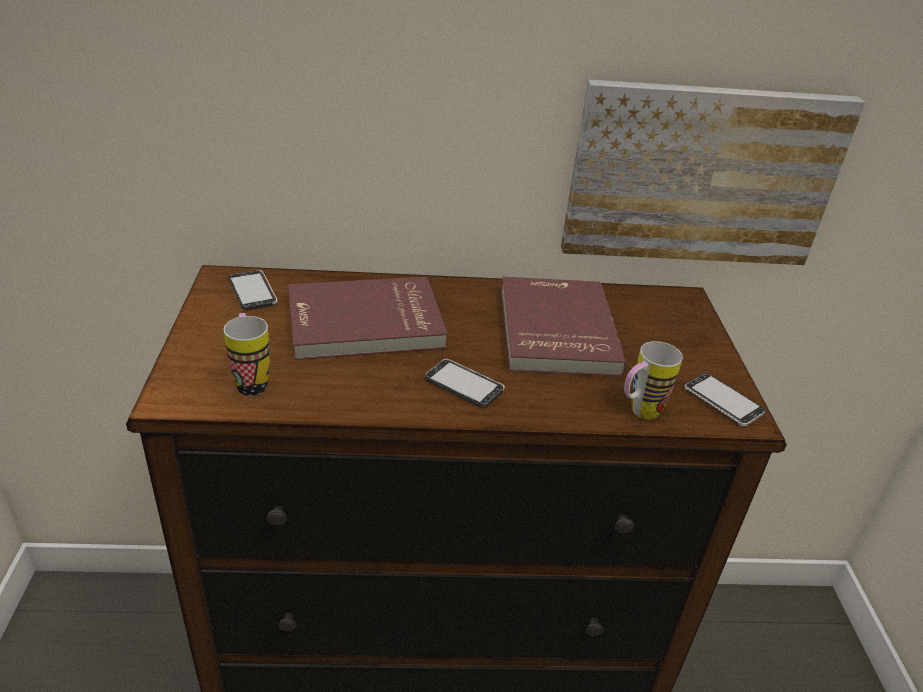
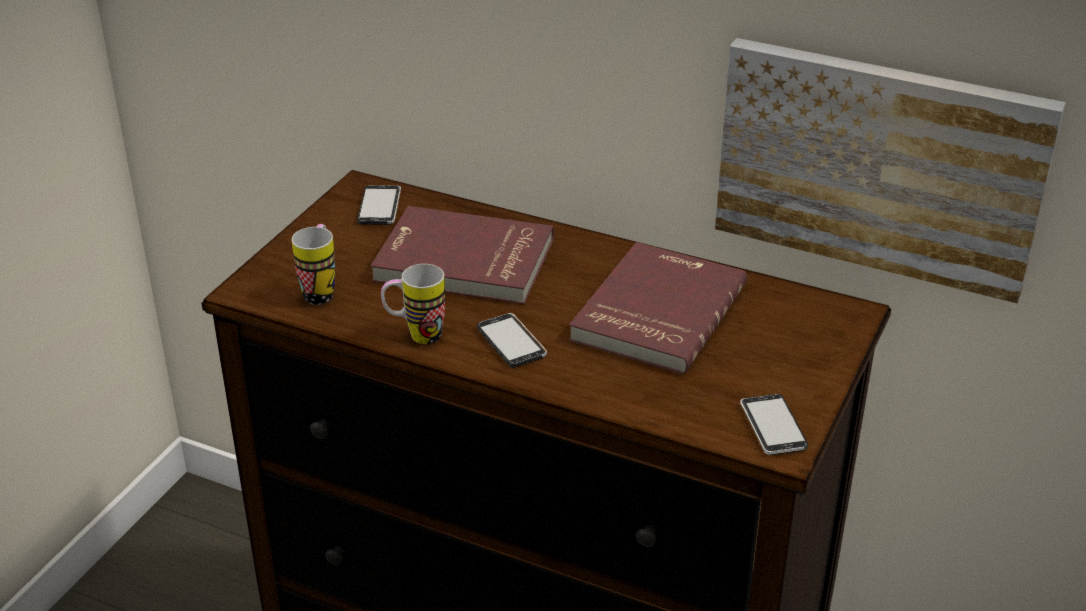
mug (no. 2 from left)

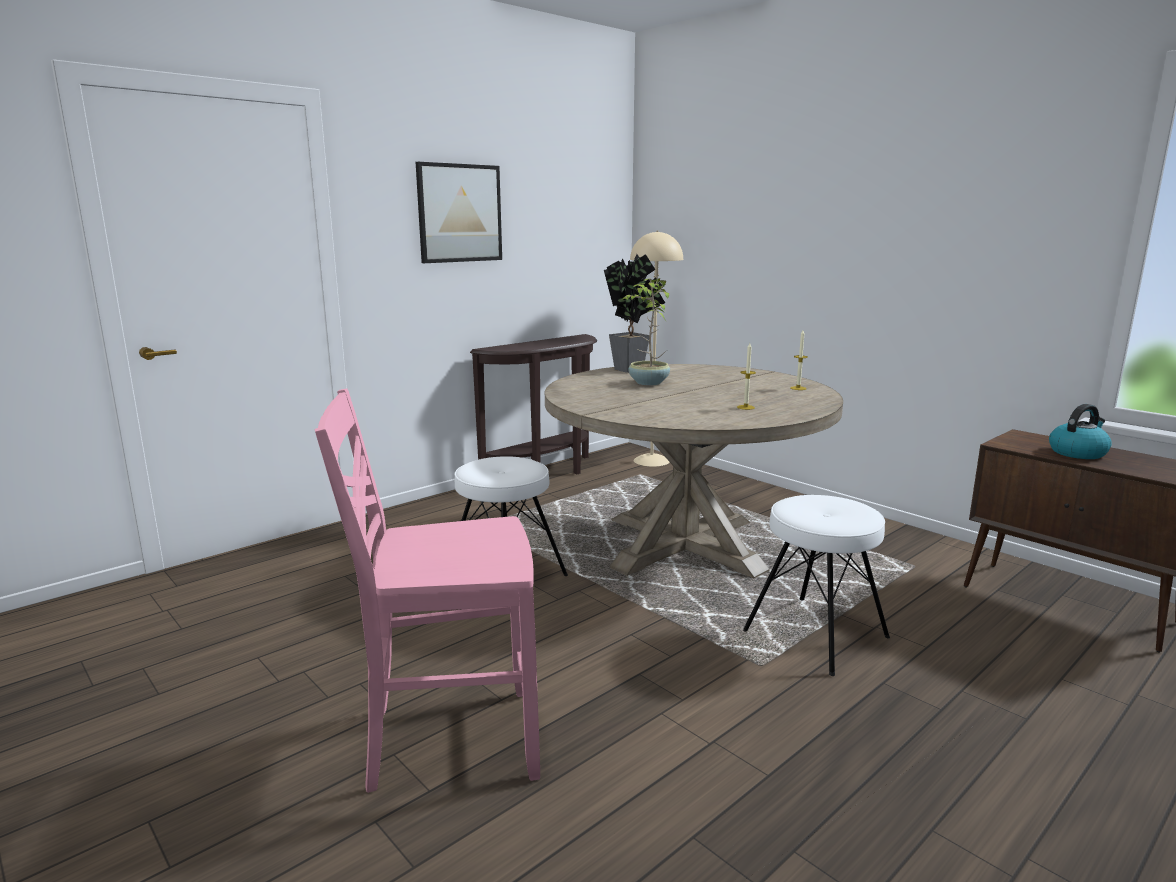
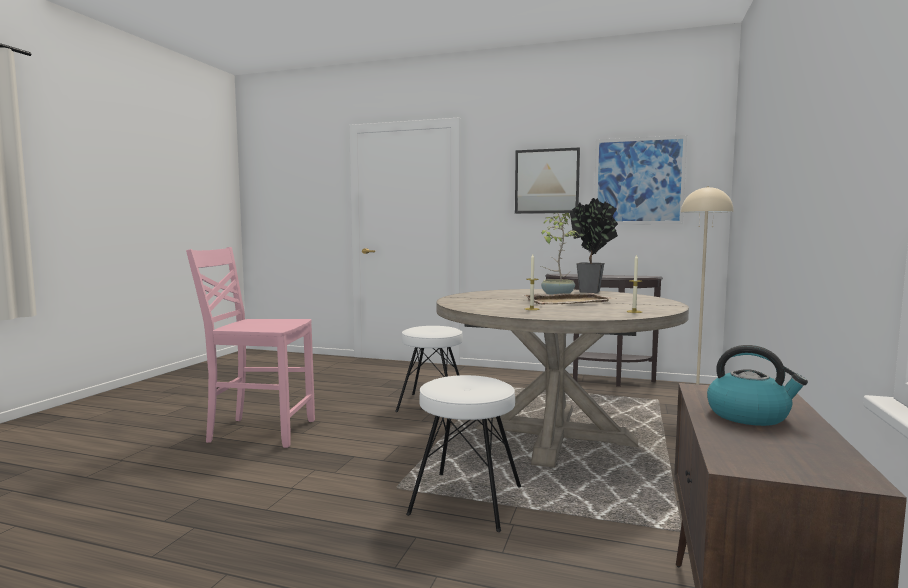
chair in pink
tray in beige
picture (no. 2 from left)

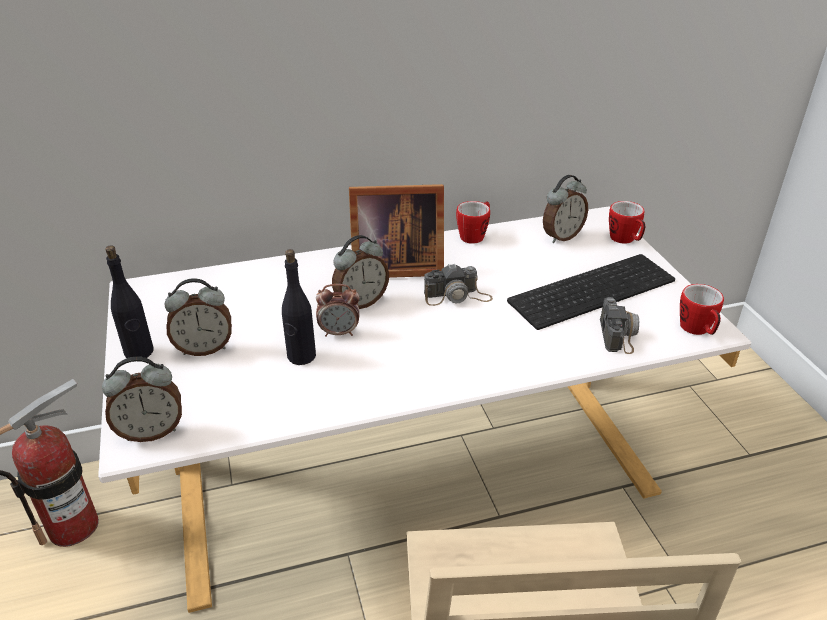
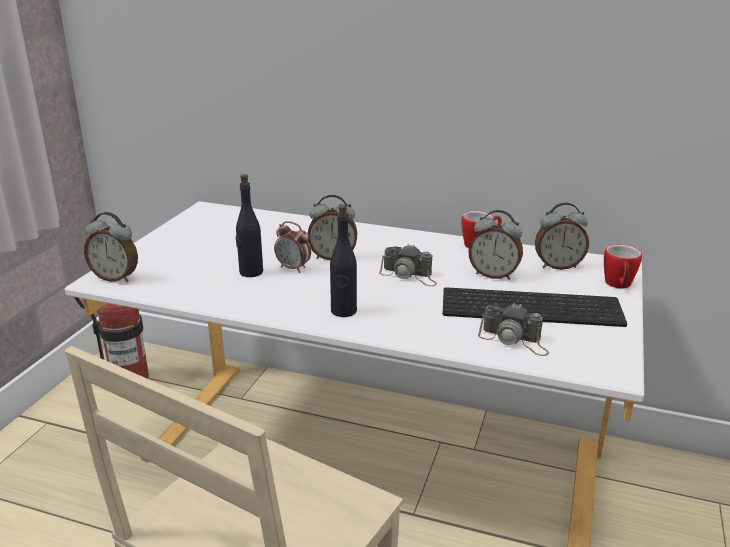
bottle in black (no. 2 from left)
alarm clock (no. 4 from left)
photo camera (no. 2 from left)
picture frame
mug (no. 3 from left in the first image)

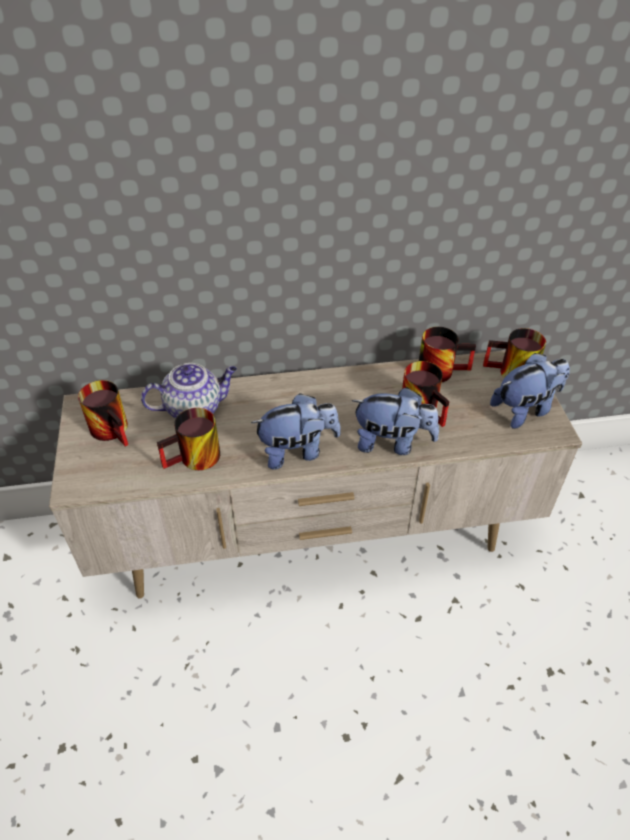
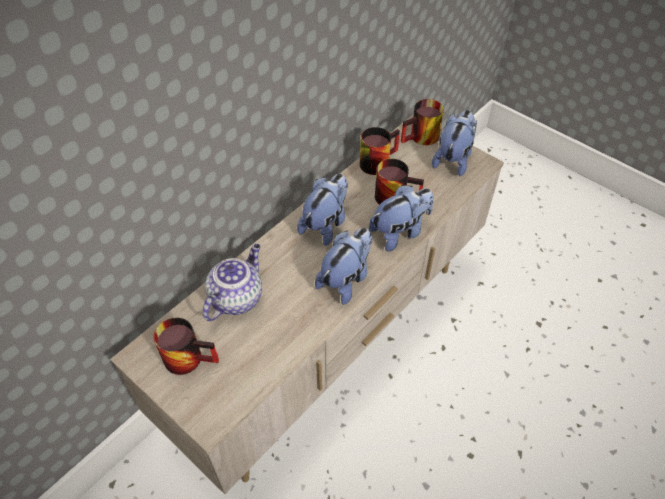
plush toy (no. 1 from left)
mug (no. 2 from left in the first image)

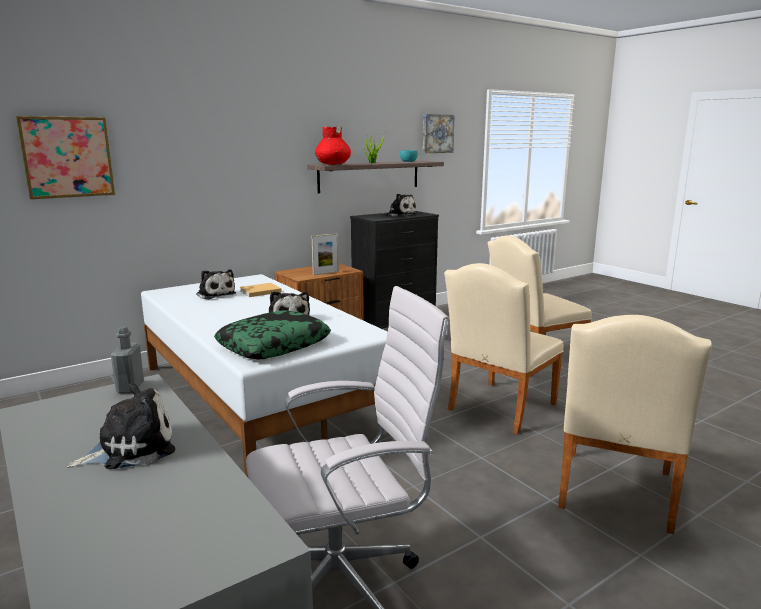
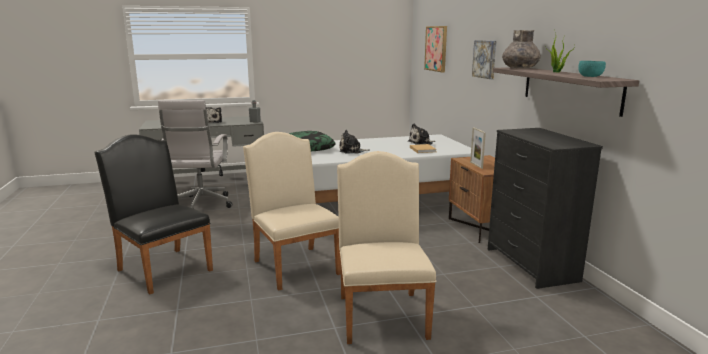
chair in black
picture (no. 2 from left)
vase in grey
plush toy (no. 4 from left in the first image)

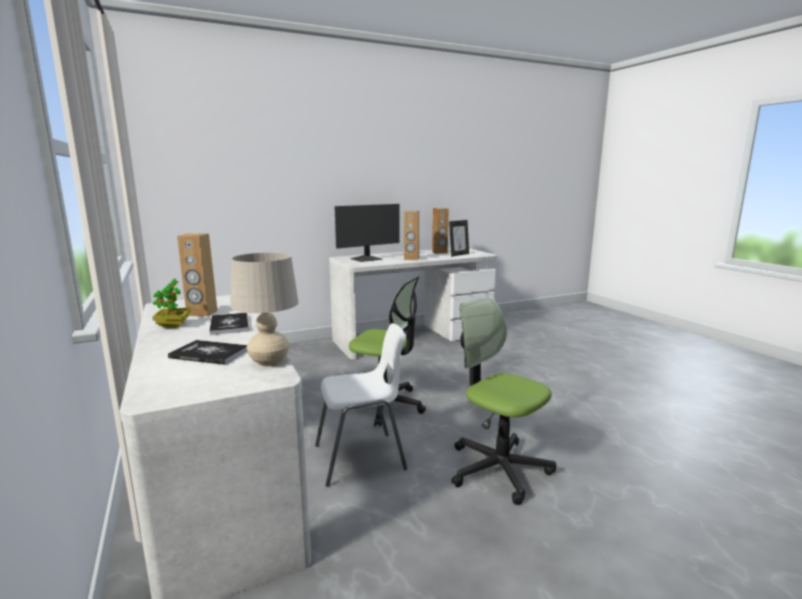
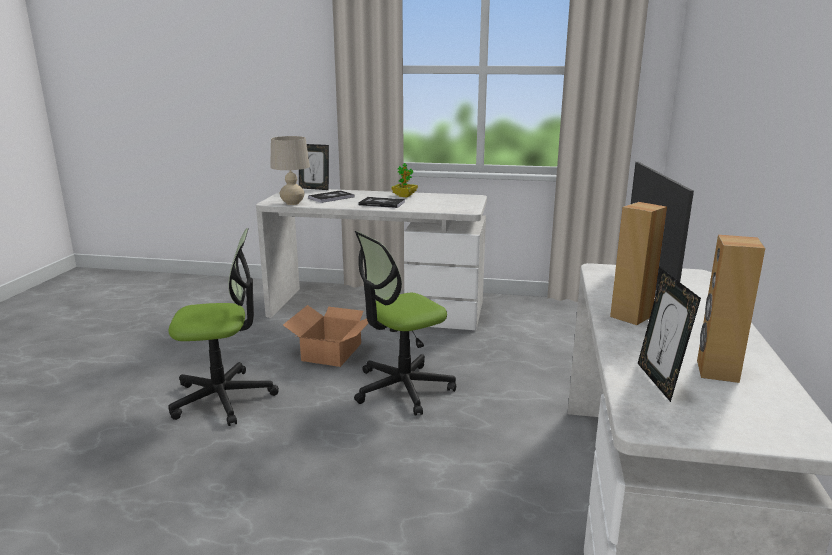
cardboard box
picture frame (no. 1 from left)
speaker in brown (no. 1 from left in the first image)

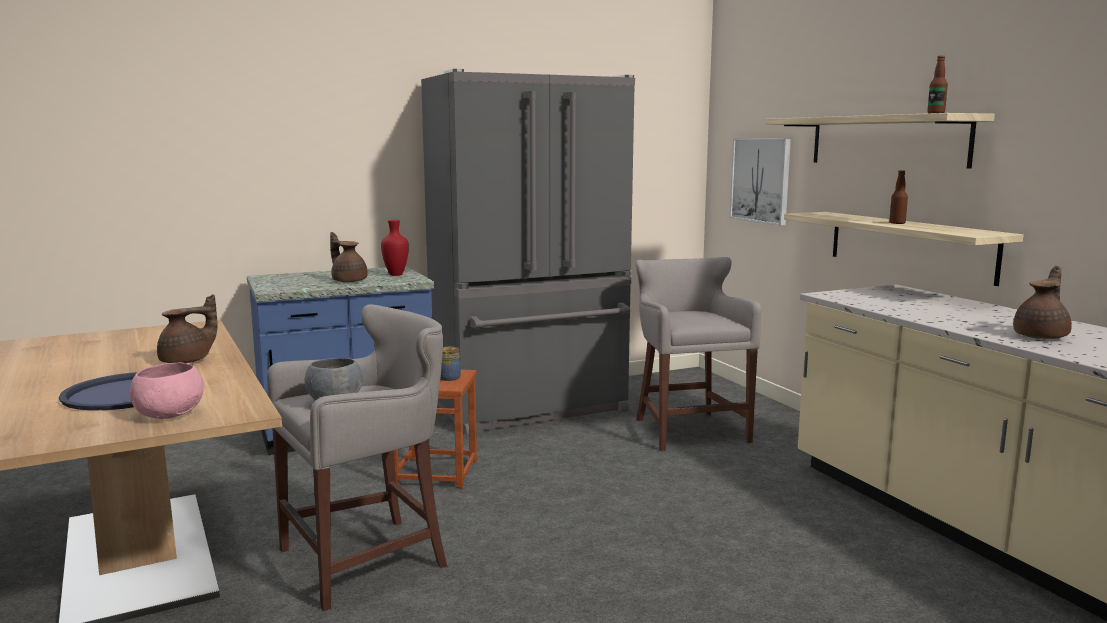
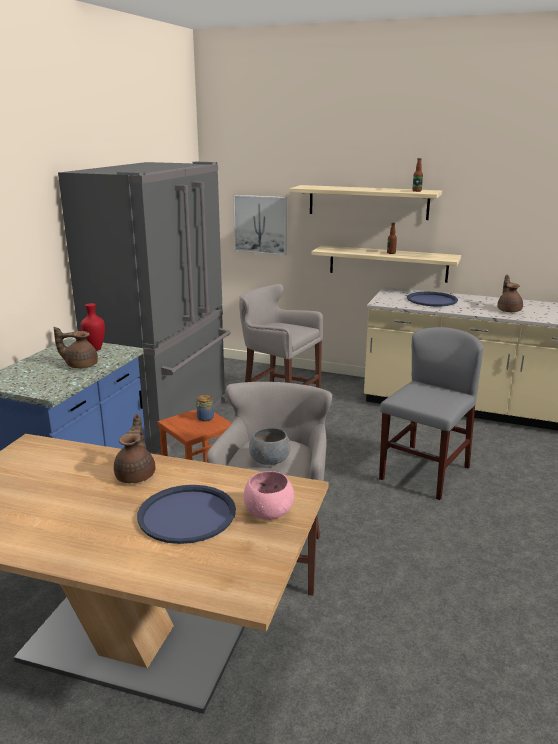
chair in grey
tray in blue (no. 2 from left)

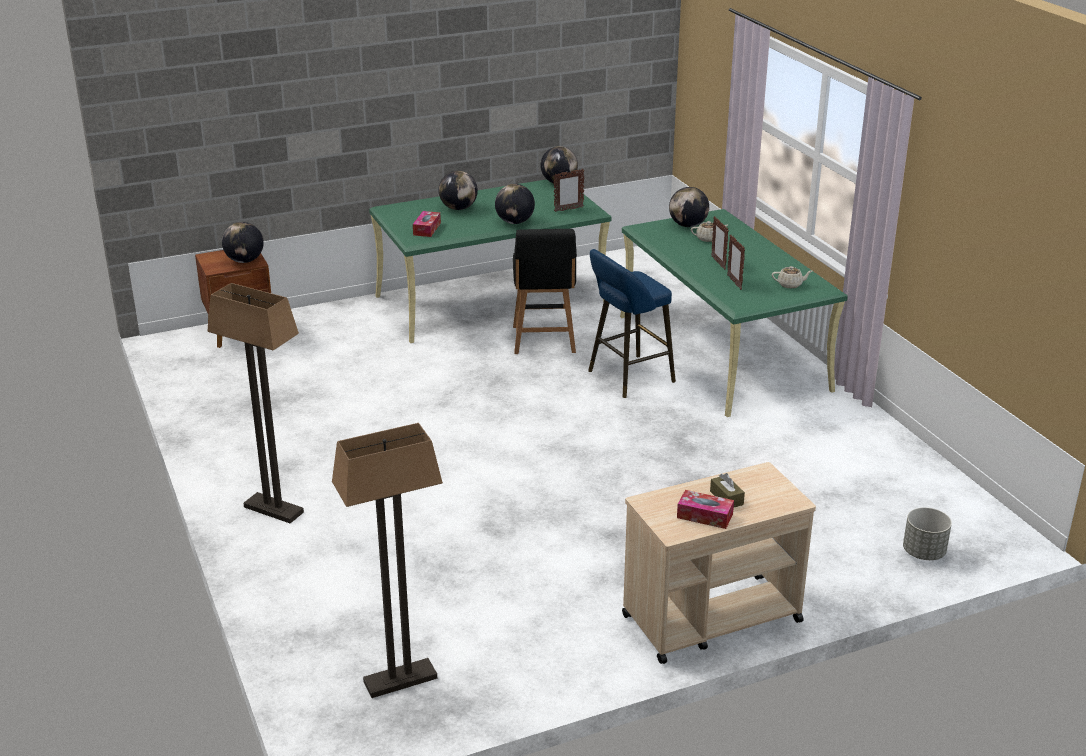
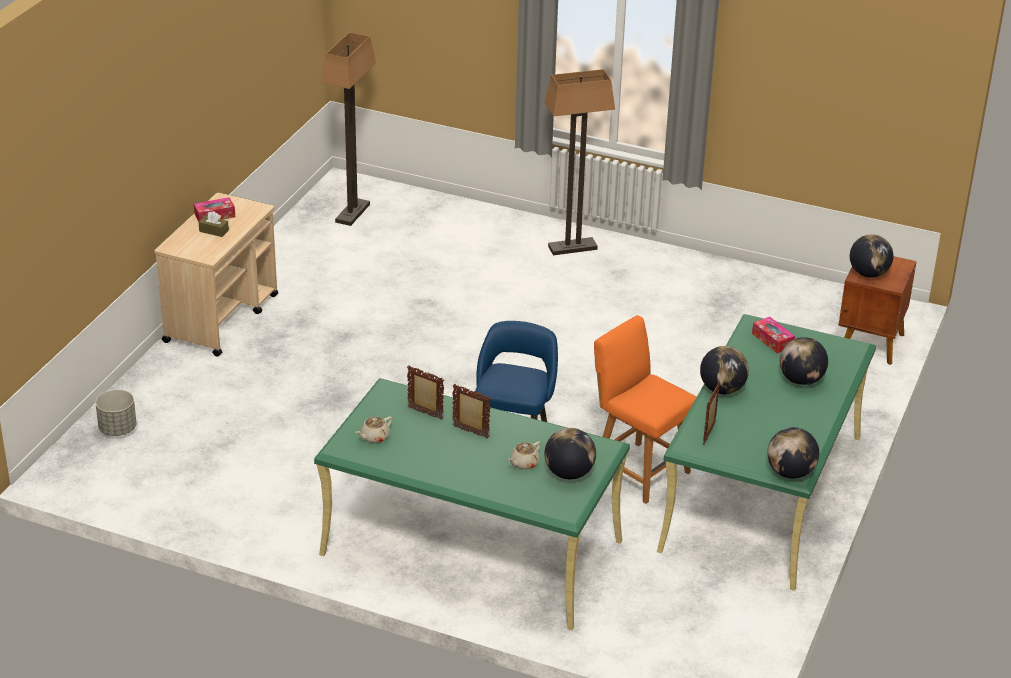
chair in orange

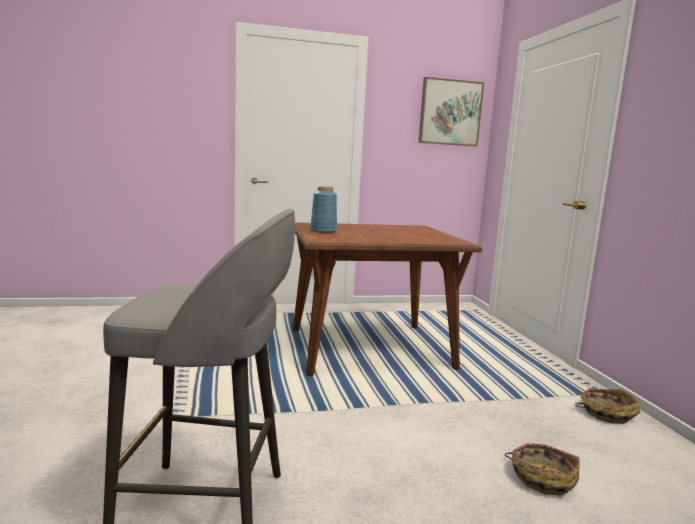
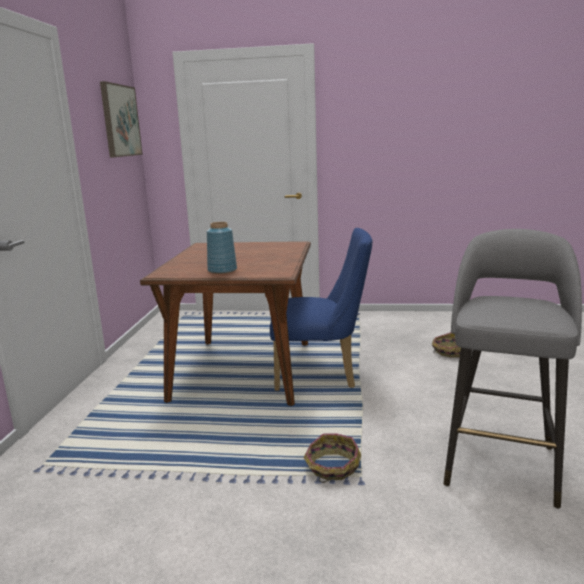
chair in blue
basket (no. 1 from left)

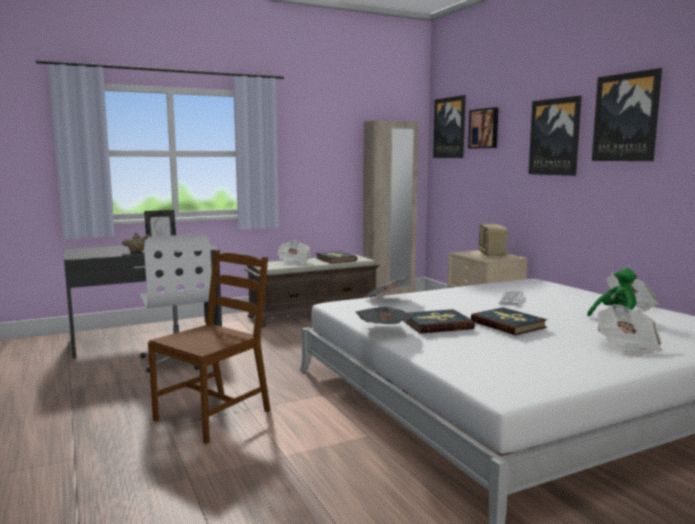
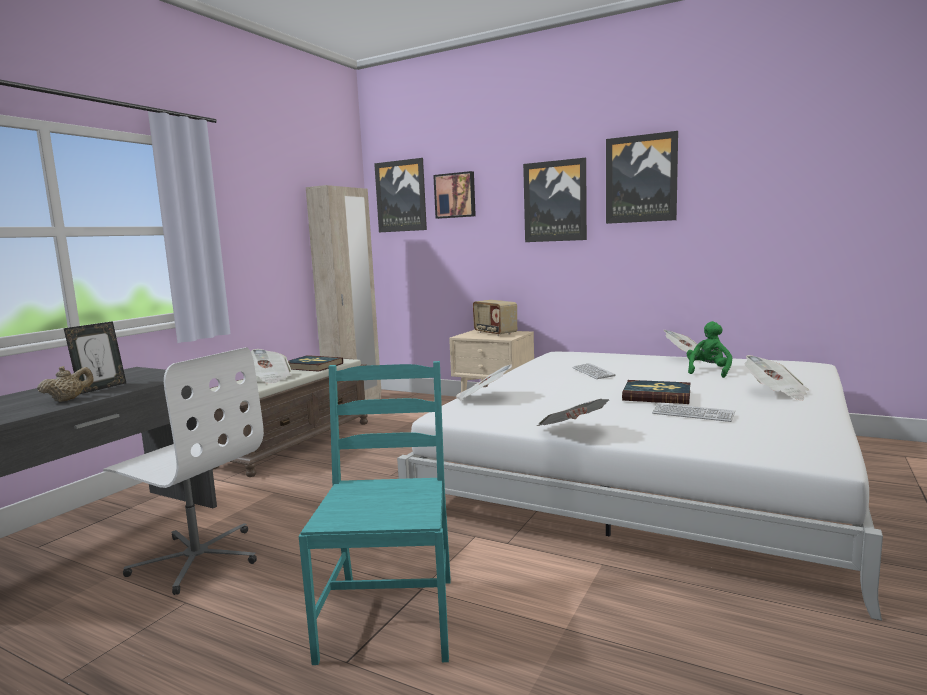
chair in turquoise
keyboard (no. 2 from left)
book (no. 2 from left in the first image)

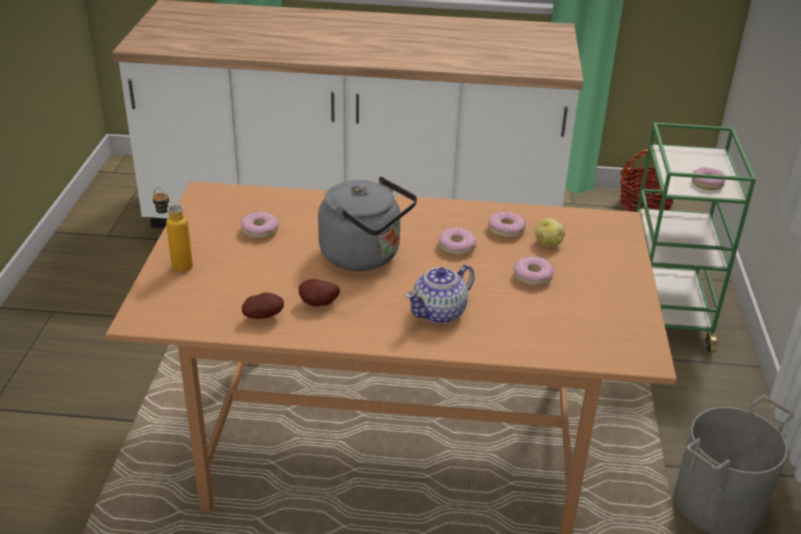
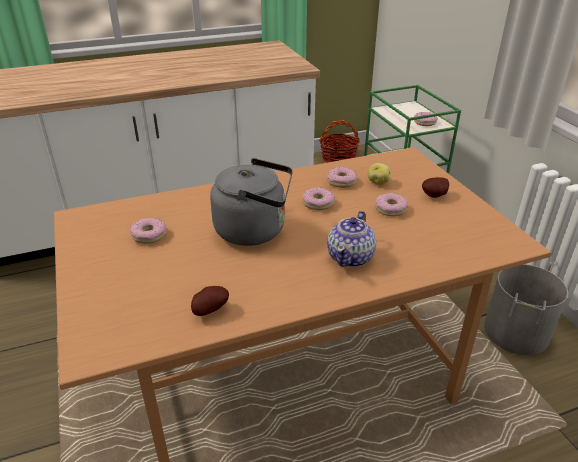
potato (no. 3 from left)
bottle

